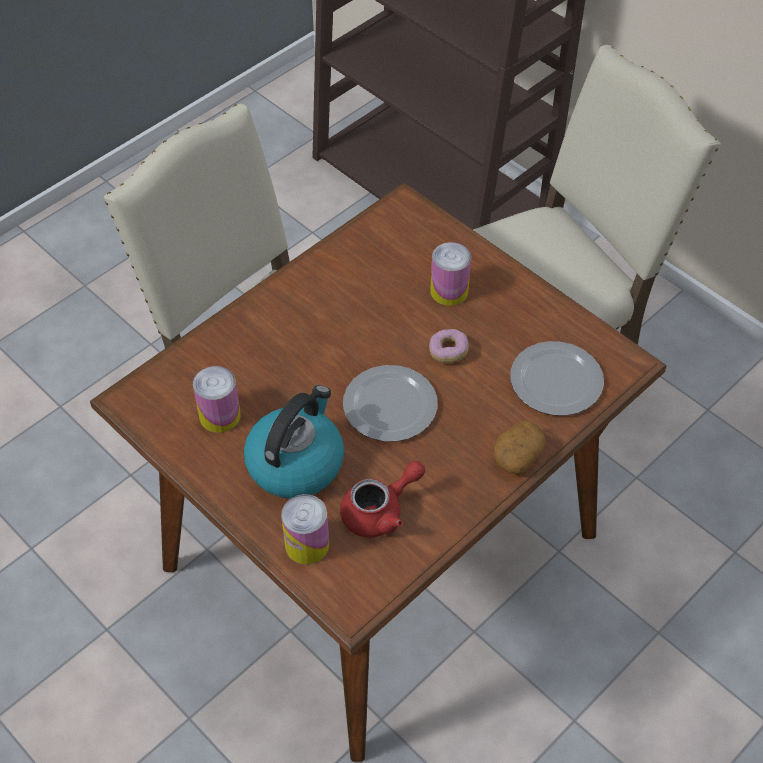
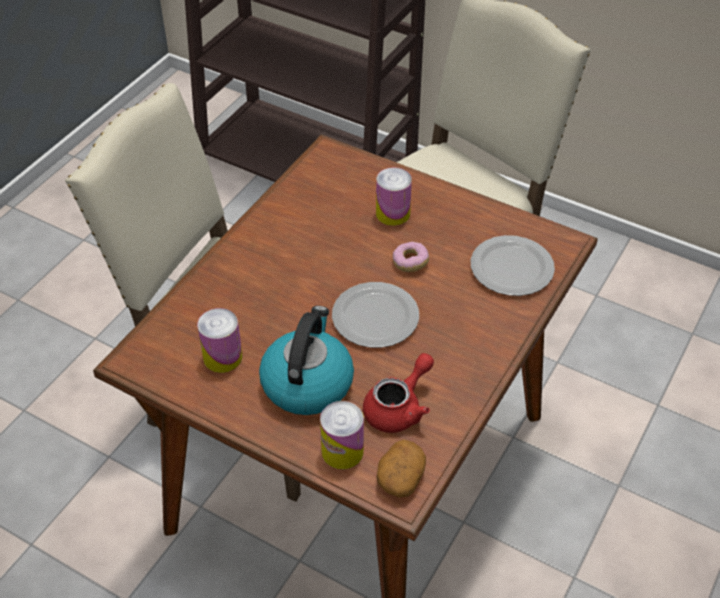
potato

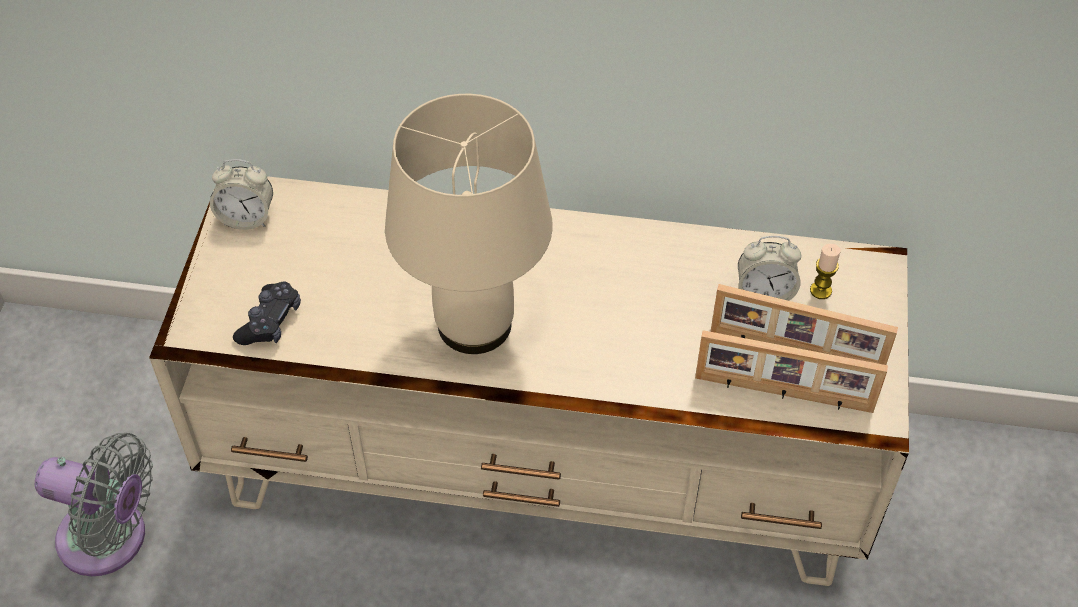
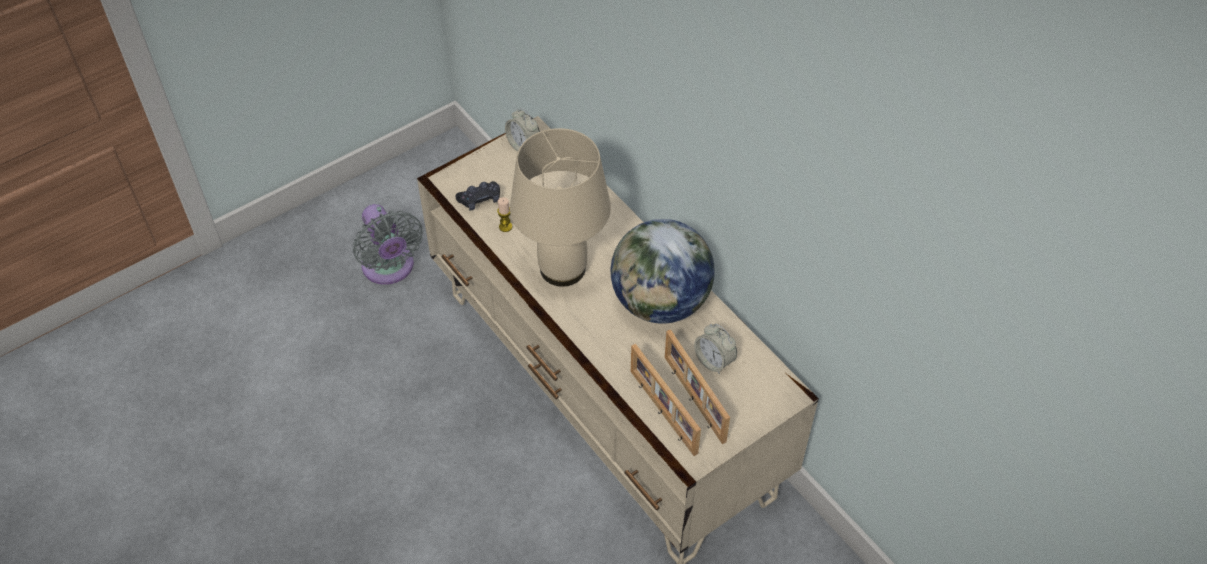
candle
globe

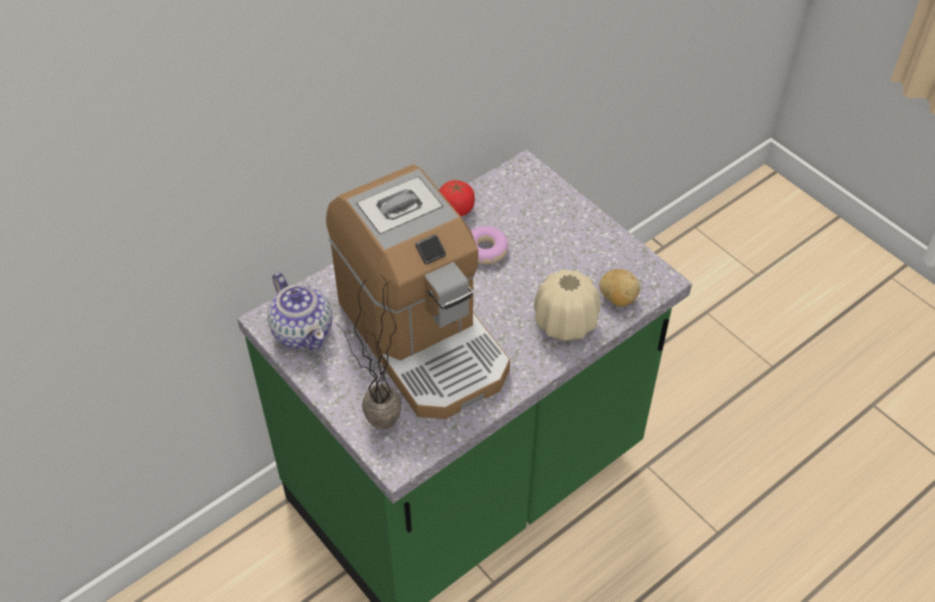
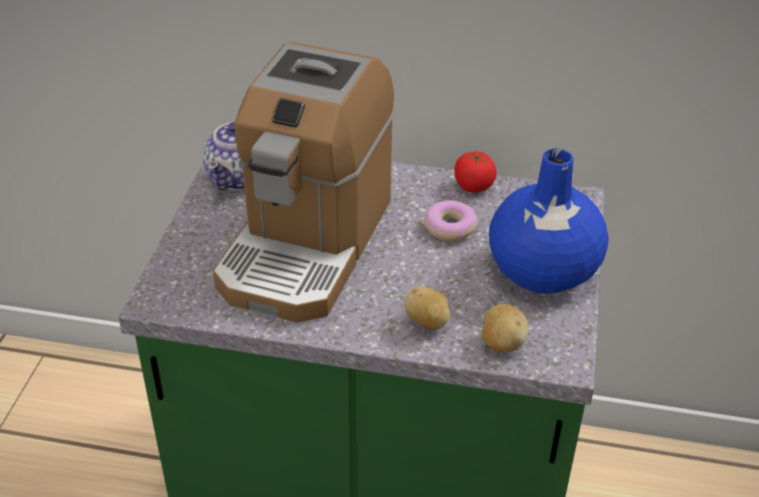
potato (no. 1 from left)
vase in blue
potted plant

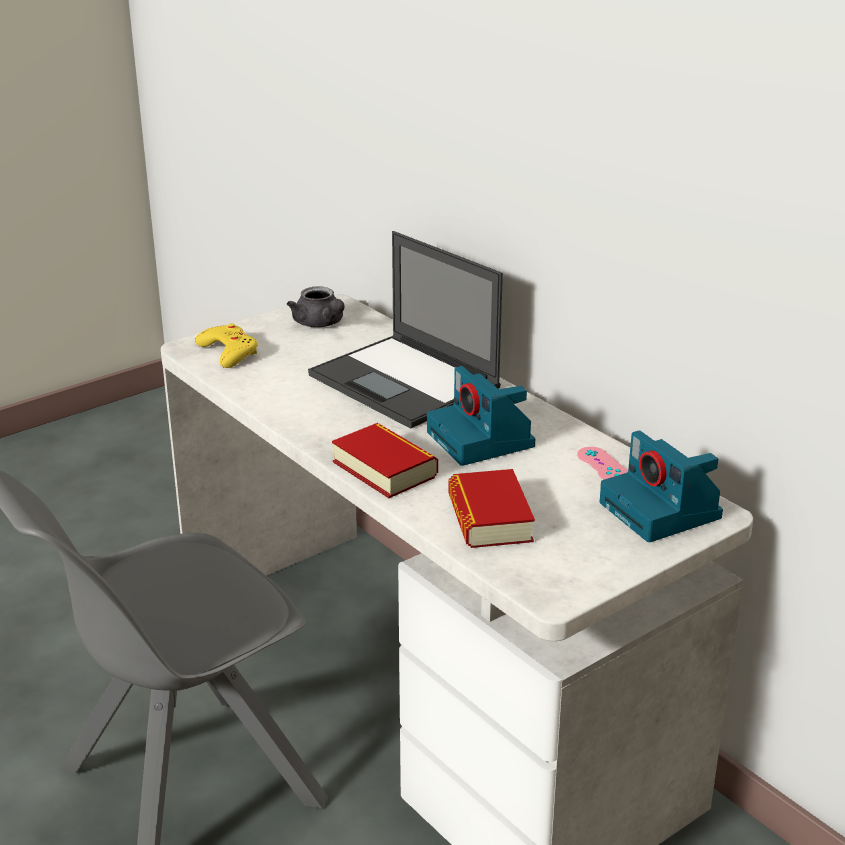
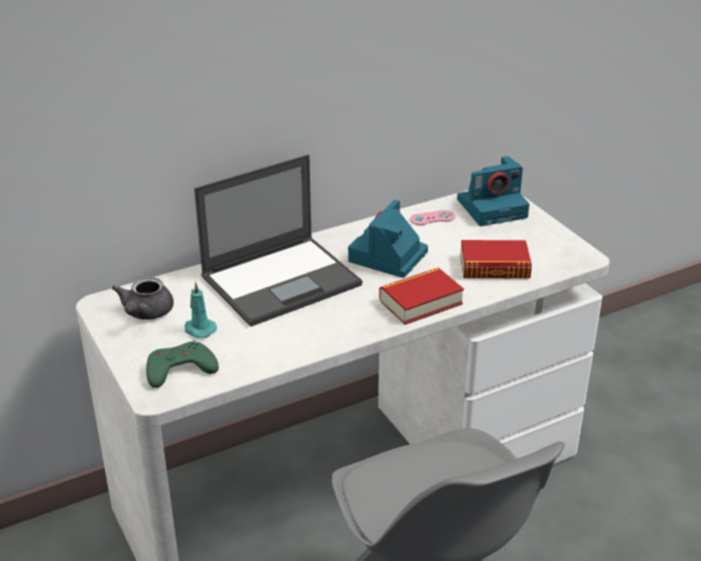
teapot in grey
game controller in green
candle in turquoise
photo camera (no. 1 from left)

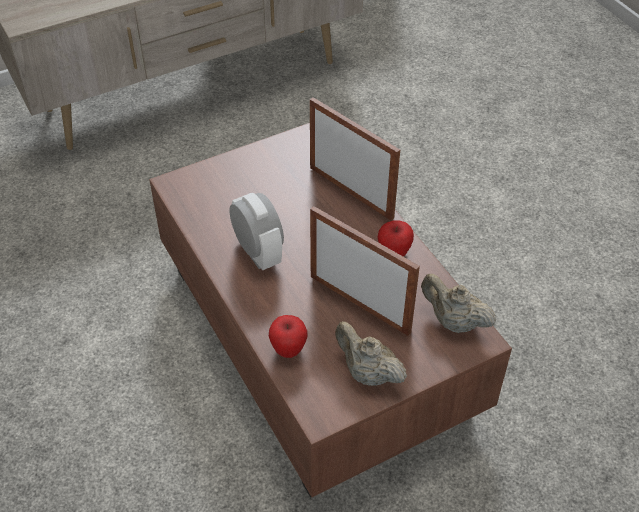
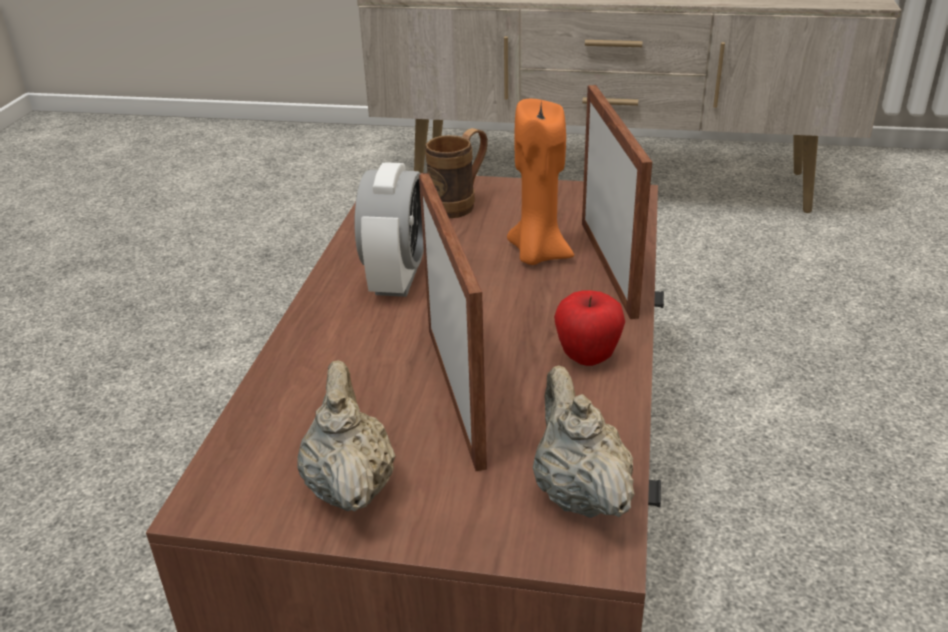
mug in brown
candle in orange
apple (no. 1 from left in the first image)

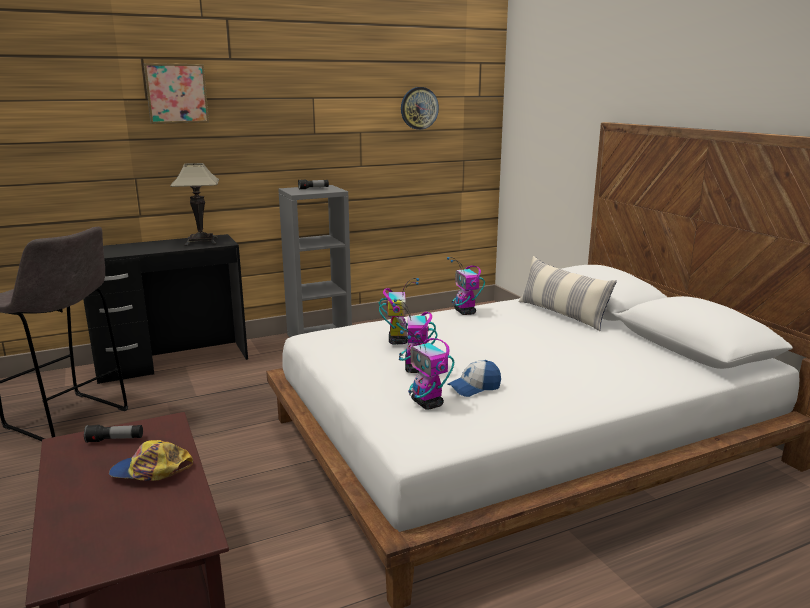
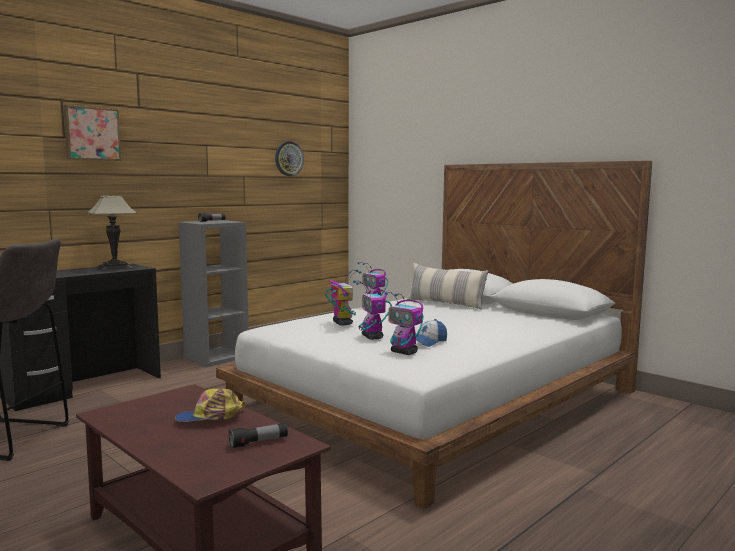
flashlight (no. 2 from left)

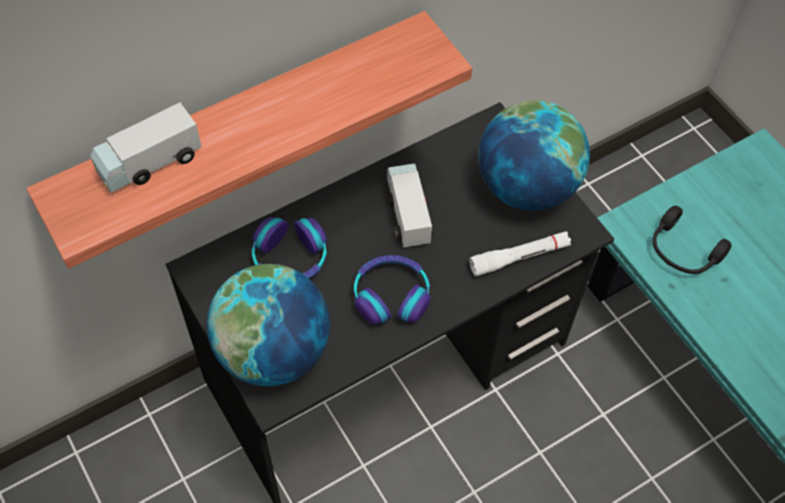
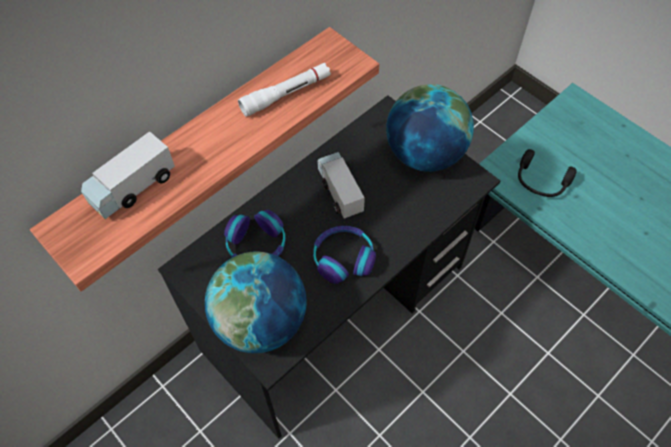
flashlight in white

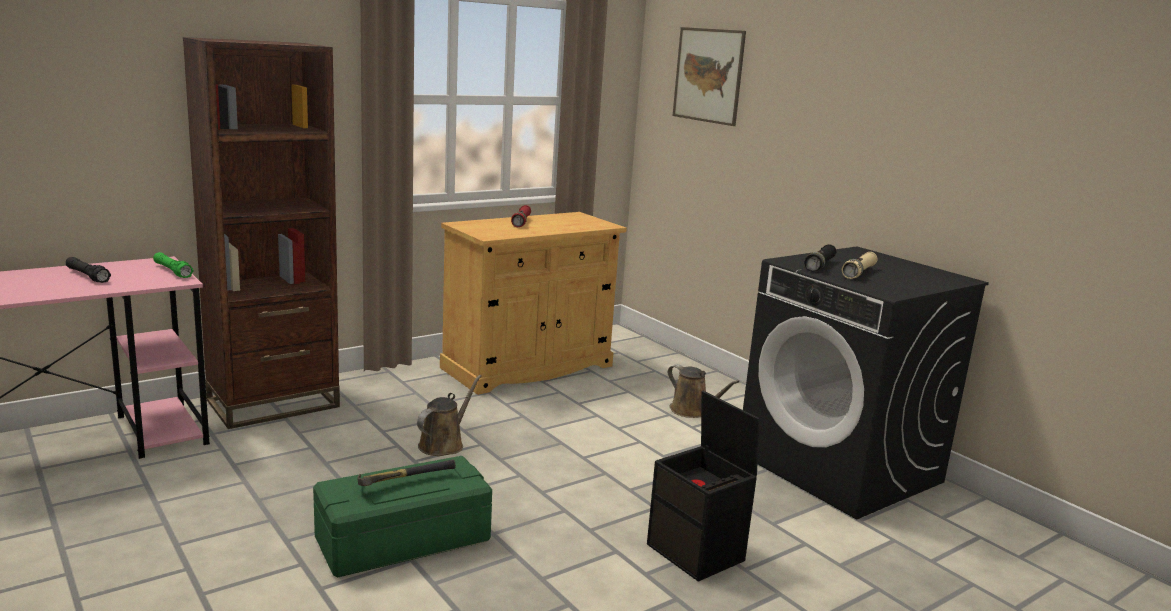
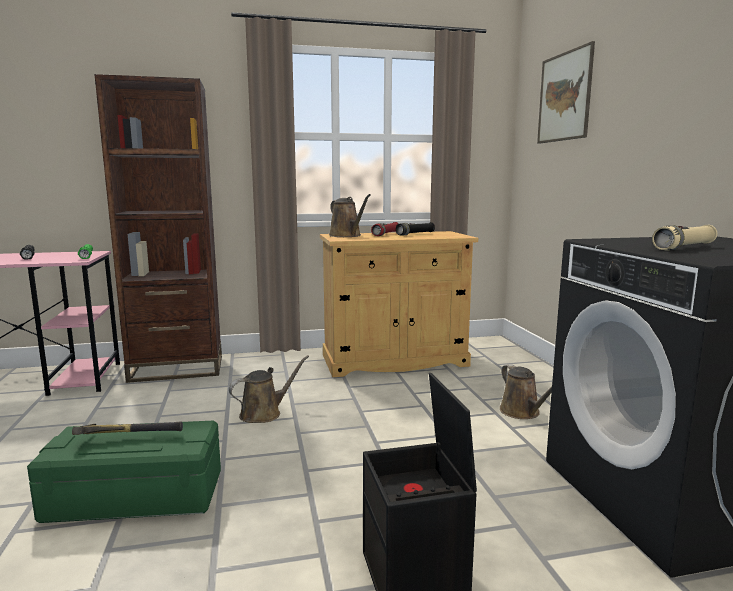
watering can in brown (no. 2 from left)
flashlight in black (no. 2 from left)

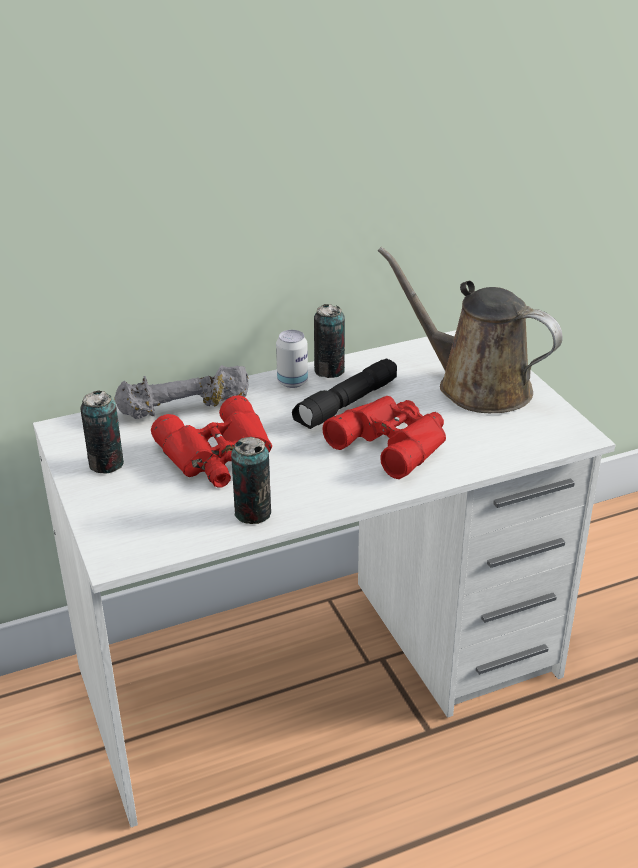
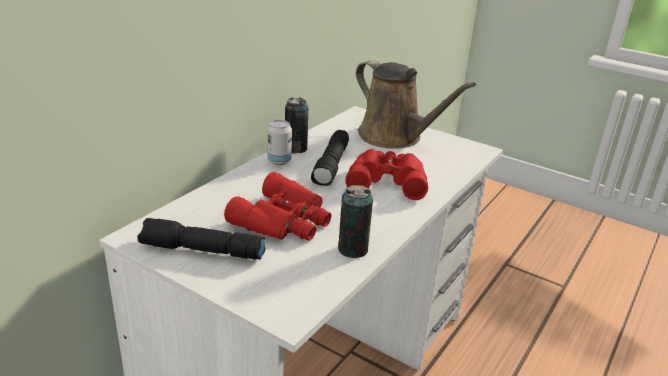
flashlight in black (no. 1 from left)
watering can in brown
dumbbell in grey

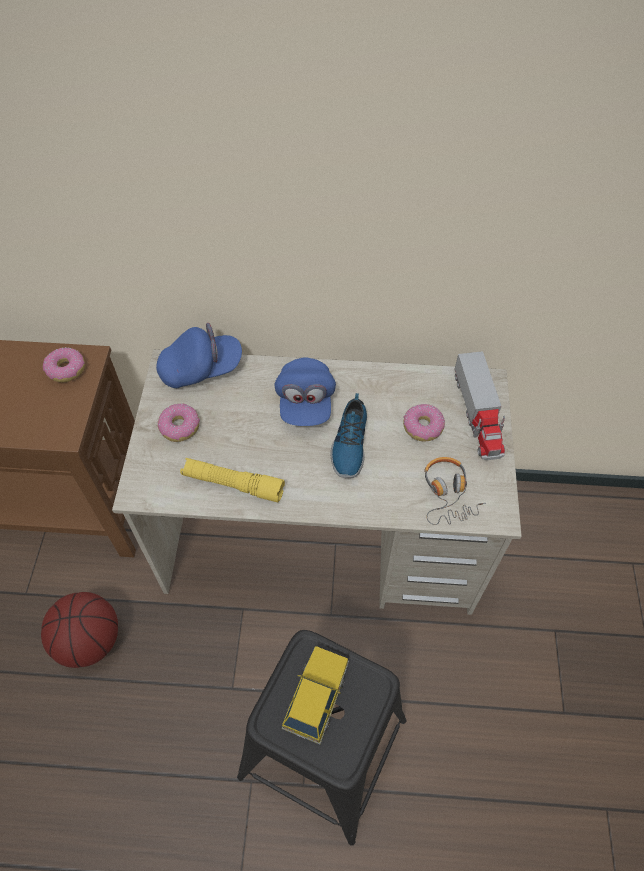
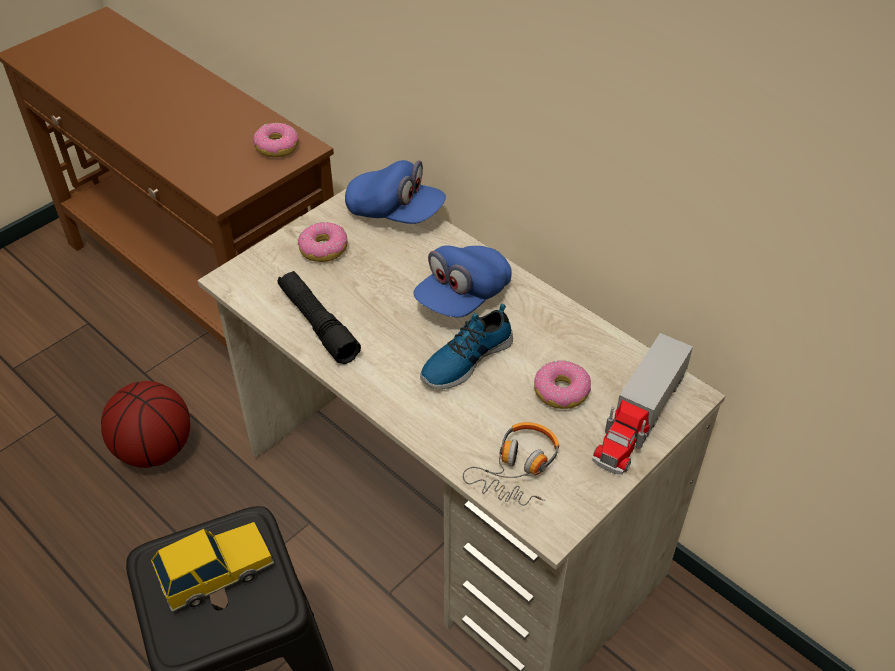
flashlight in black

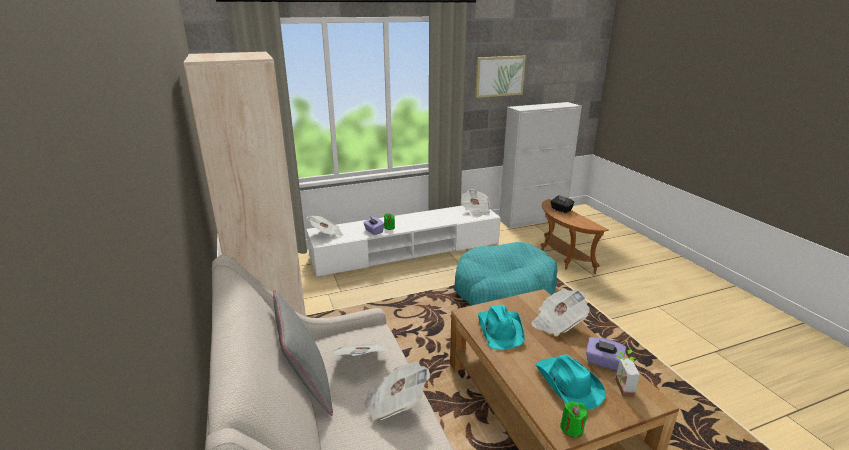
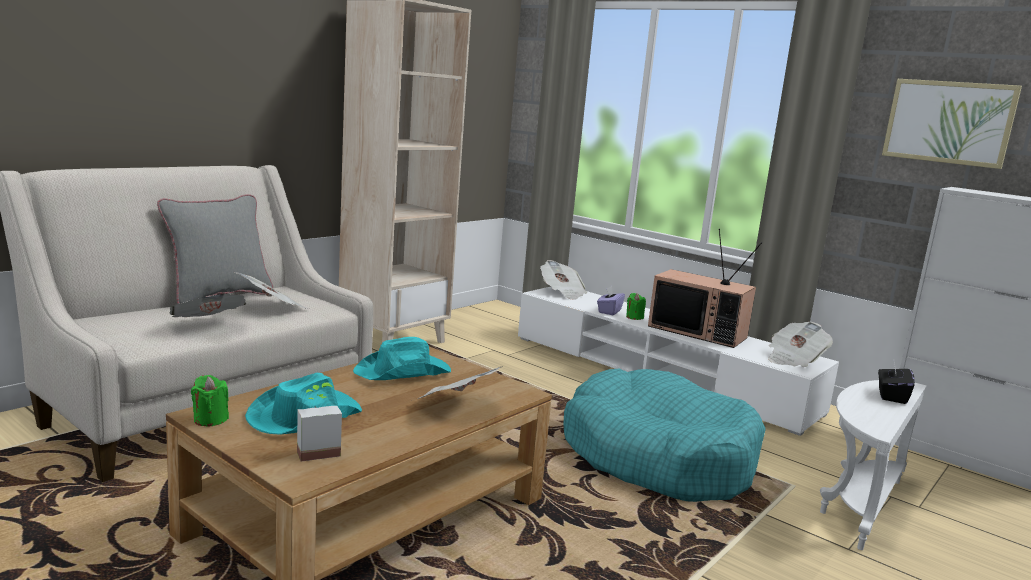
television
side table in white
tissue box in purple (no. 2 from left in the first image)

